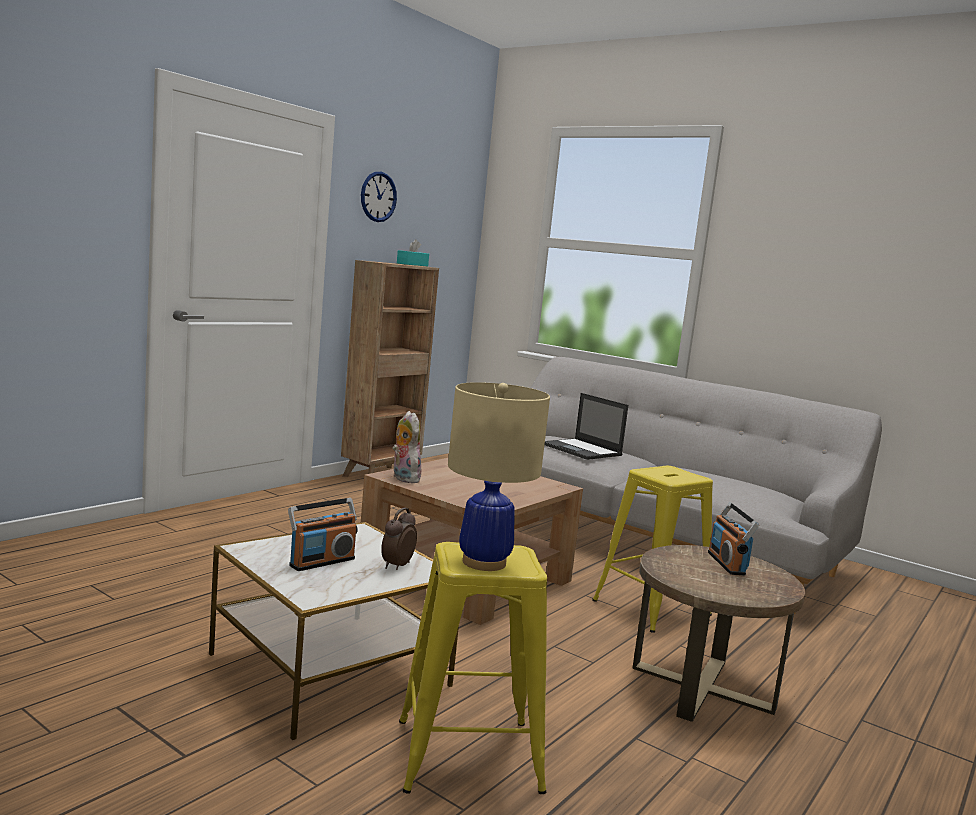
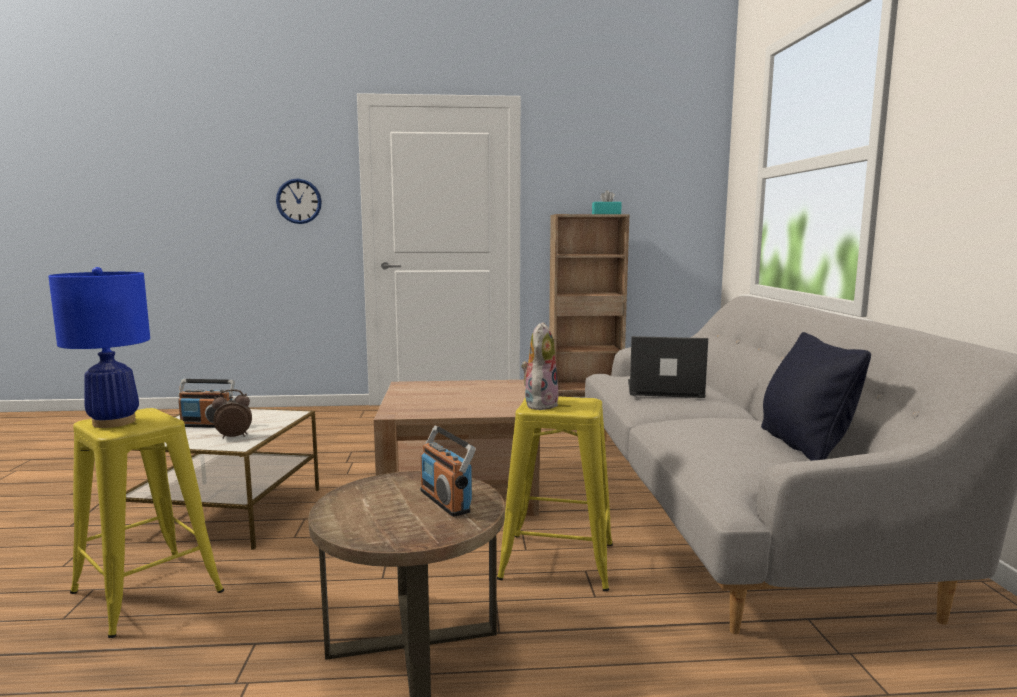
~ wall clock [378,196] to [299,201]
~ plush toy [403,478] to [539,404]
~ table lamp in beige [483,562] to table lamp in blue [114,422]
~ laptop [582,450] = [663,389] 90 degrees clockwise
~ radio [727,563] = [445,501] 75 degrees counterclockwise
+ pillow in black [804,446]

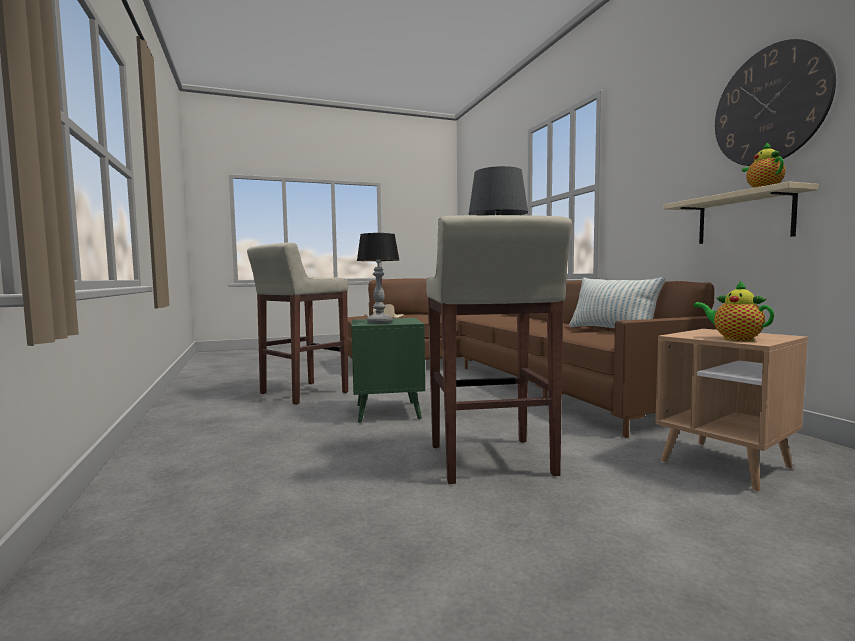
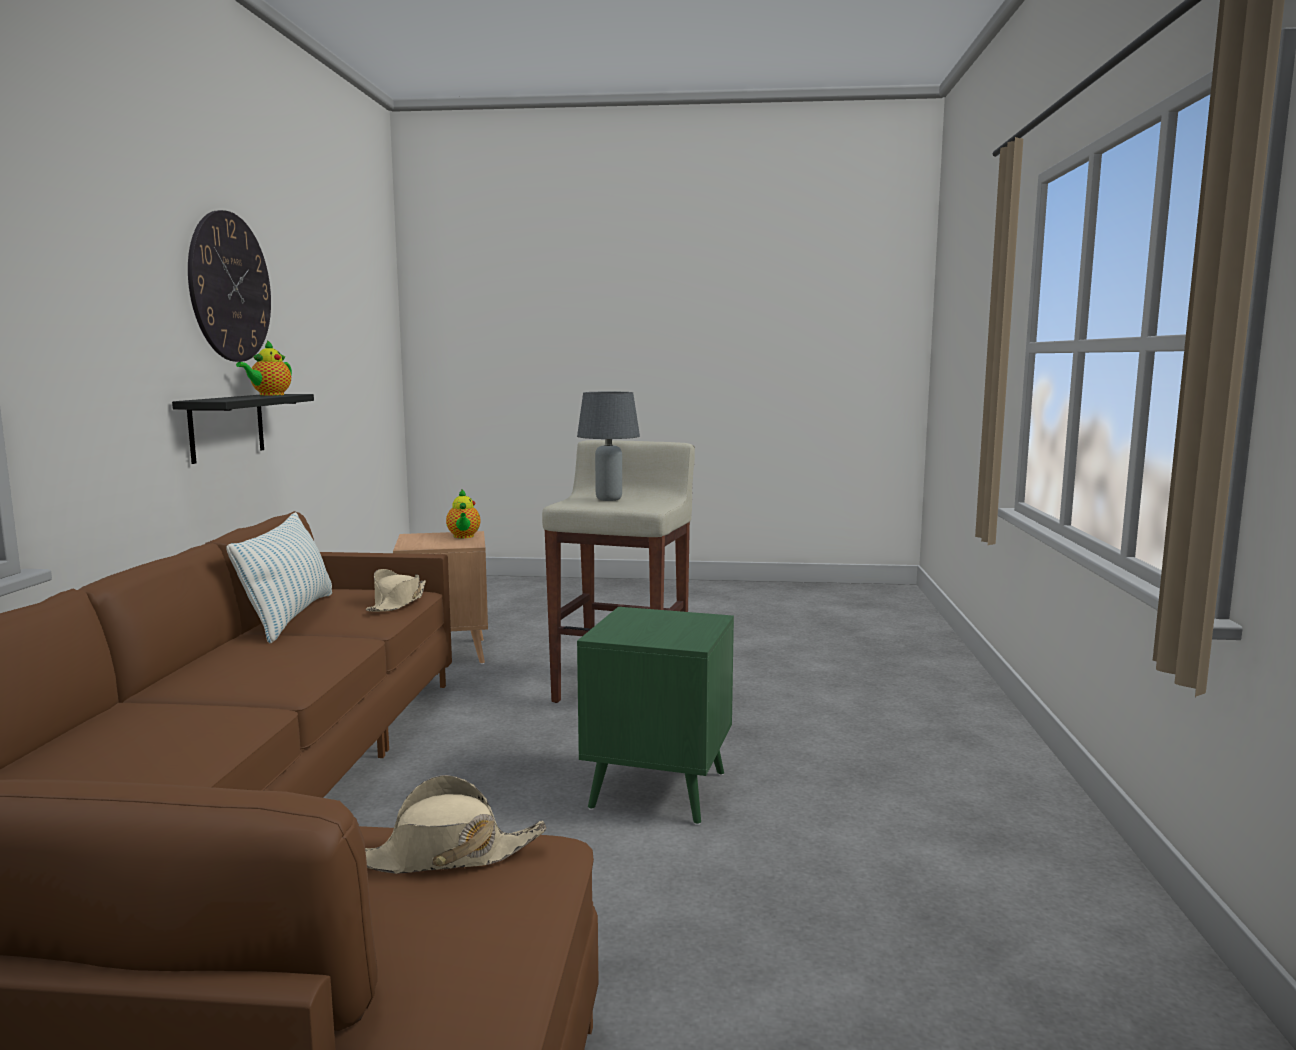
- stool in beige [302,393]
- table lamp [380,322]
~ shelf in beige [744,218] to shelf in black [227,427]
+ hat in beige [397,603]

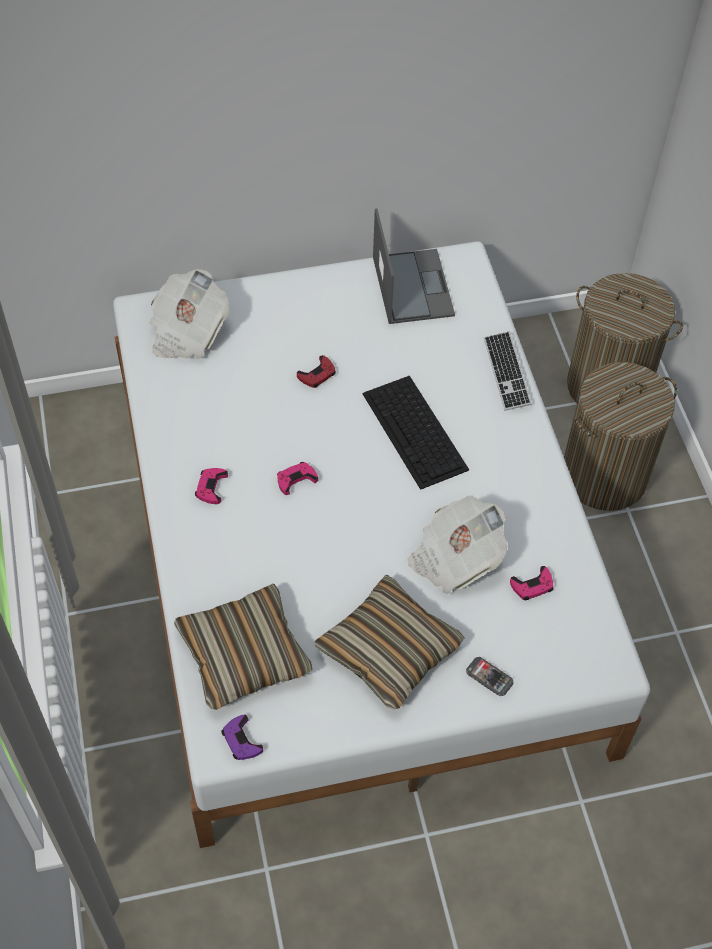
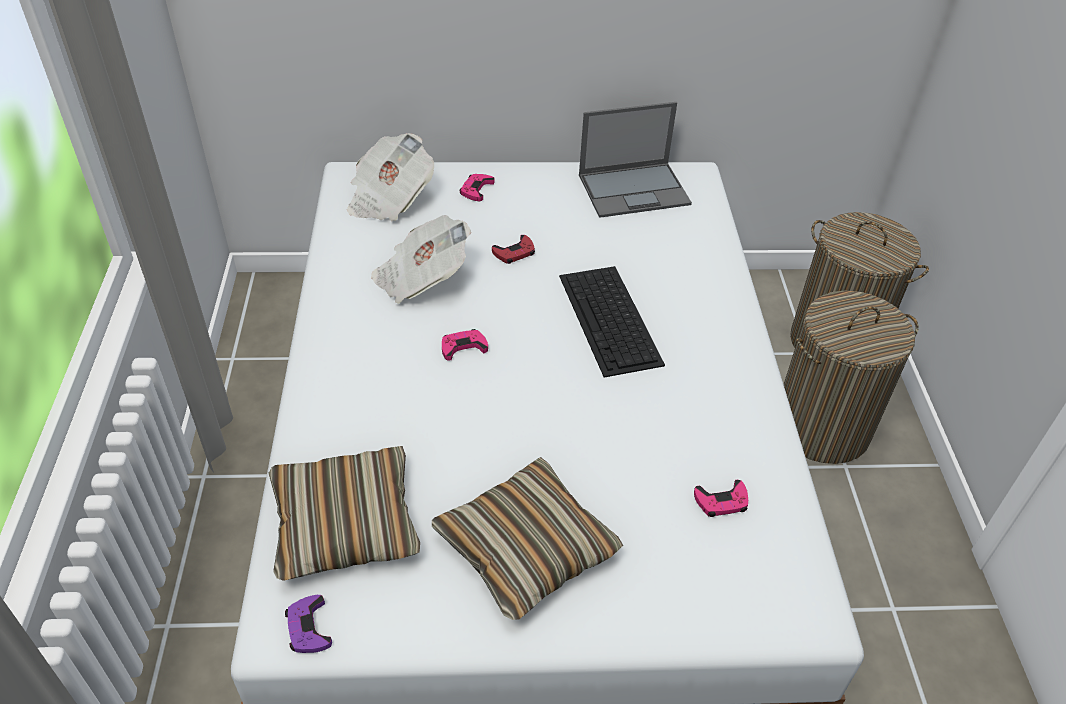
~ game controller in pink [211,487] to [476,189]
~ laptop [412,286] = [635,189] 75 degrees clockwise
~ newspaper [455,557] to [421,278]
- phone [489,677]
- keyboard [506,372]

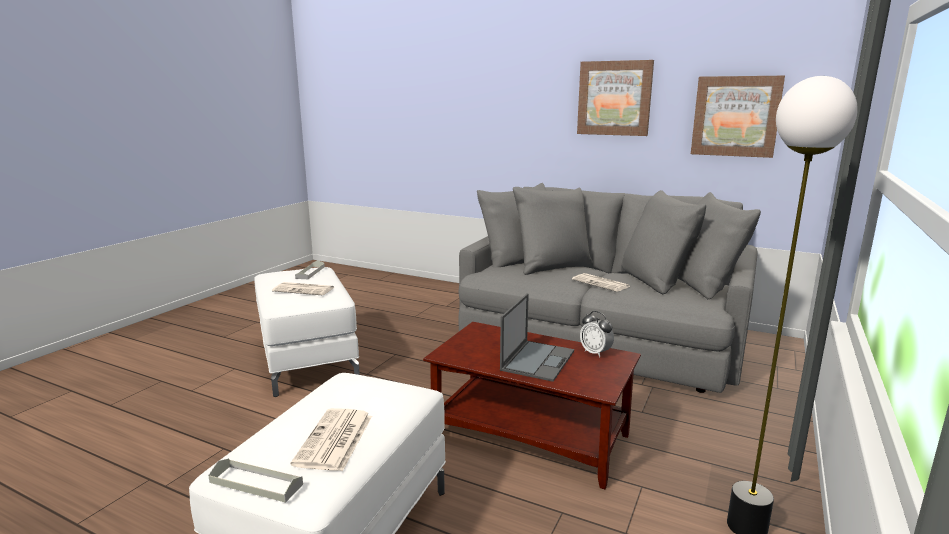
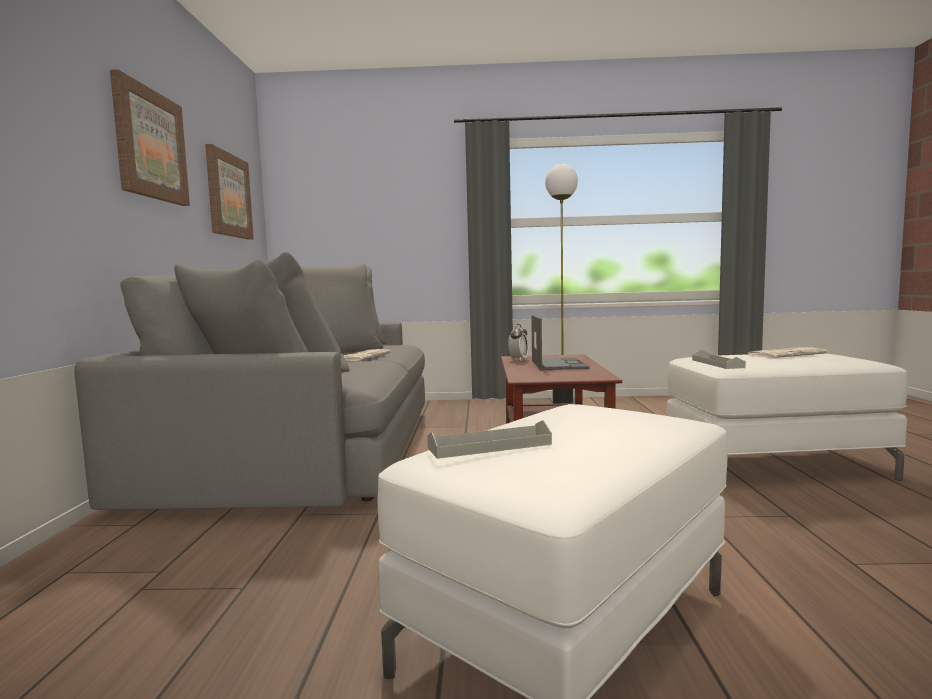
~ tray in grey [256,483] to [717,363]
- newspaper [305,289]
~ laptop [538,360] = [558,364] 90 degrees clockwise

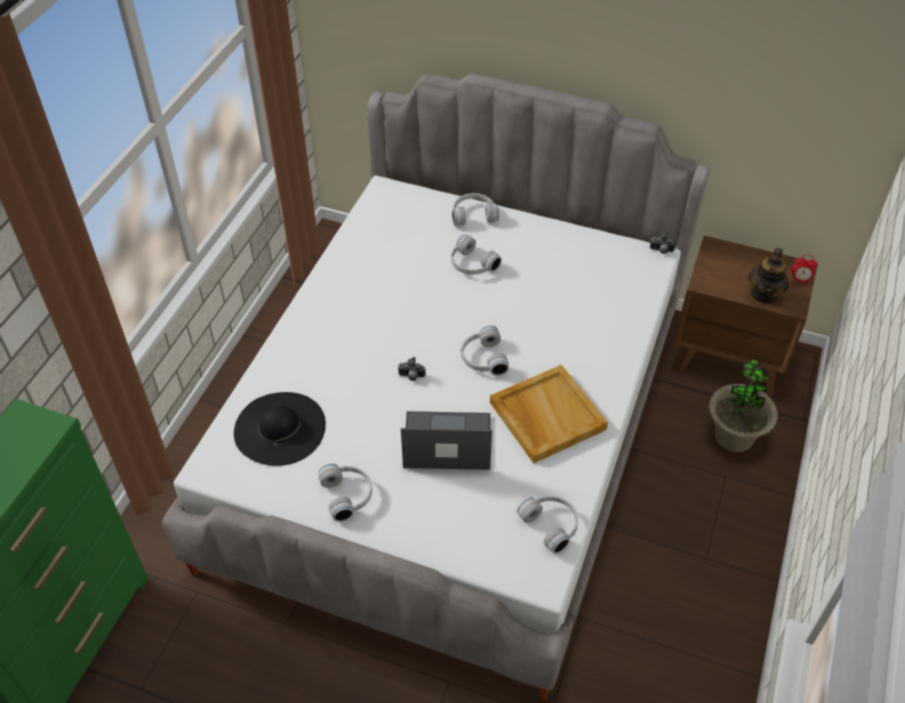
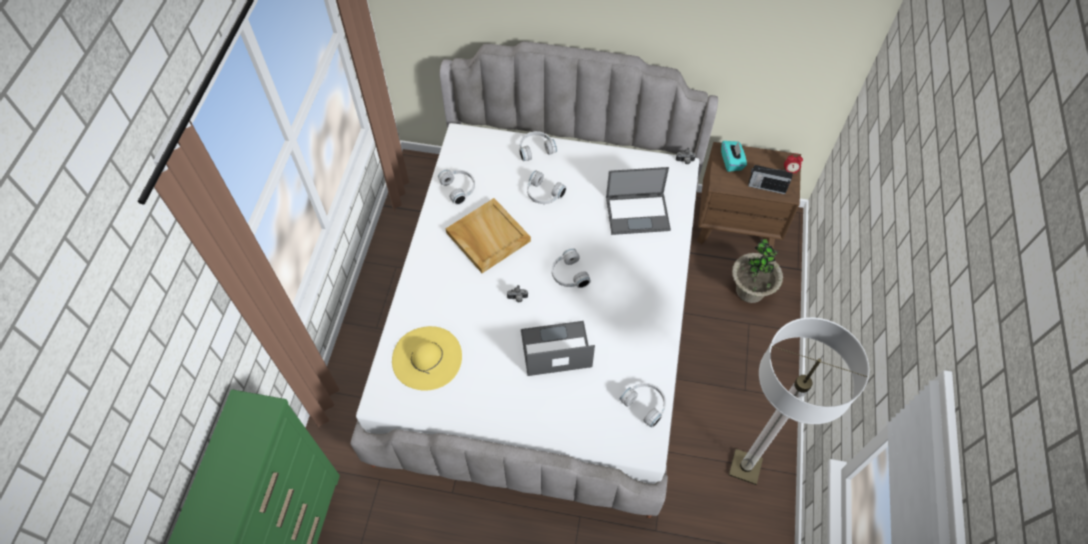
~ hat in black [280,428] to hat in yellow [427,358]
~ headphones in white [348,495] to [459,188]
~ tray in beige [546,415] to [487,237]
~ teapot [764,294] to radio [766,187]
+ laptop [638,213]
+ tissue box in turquoise [731,162]
+ floor lamp [745,467]

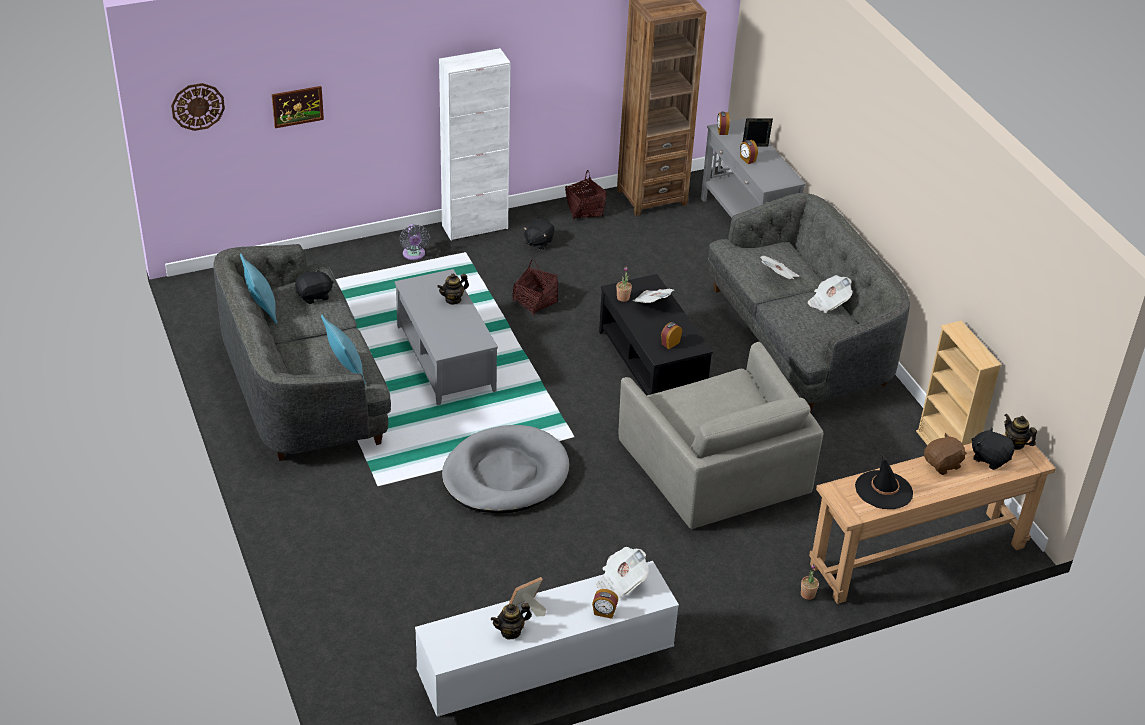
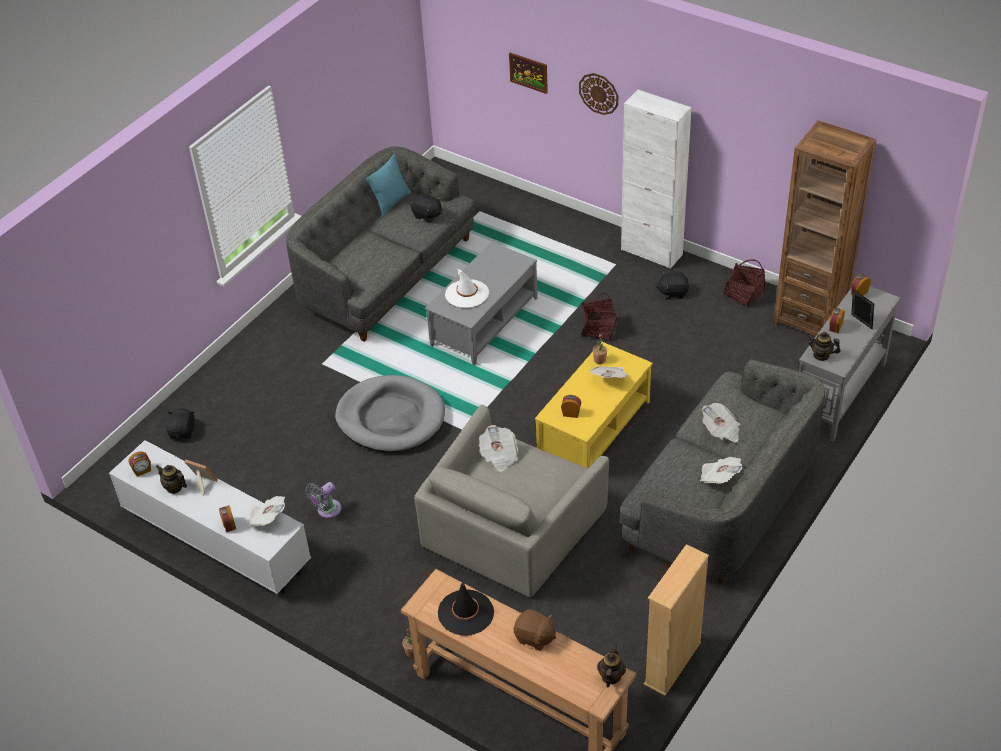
~ wall clock [197,106] to [599,93]
- pillow in turquoise [346,370]
~ fan in grey [414,255] to [327,510]
~ teapot [453,299] to [821,355]
~ coffee table in black [652,363] to coffee table in yellow [595,429]
~ plush toy in black [990,458] to [183,431]
+ alarm clock [142,471]
+ hat in white [467,294]
+ newspaper [499,456]

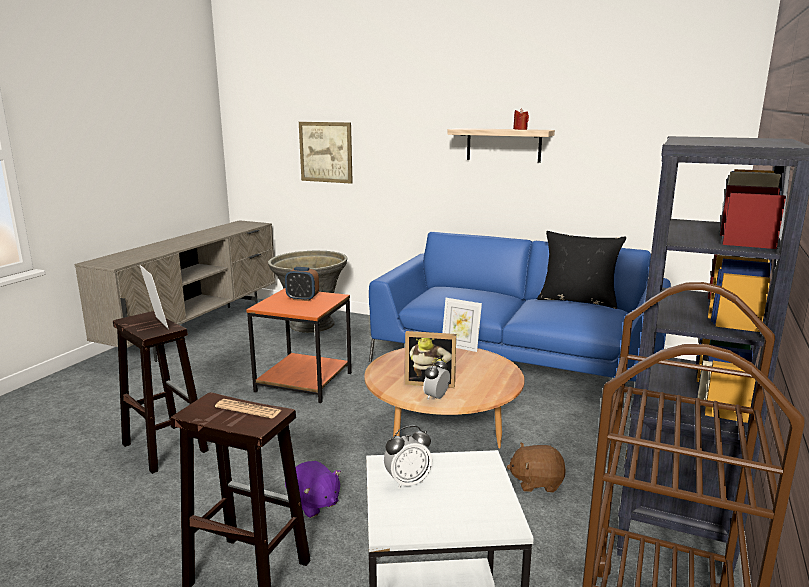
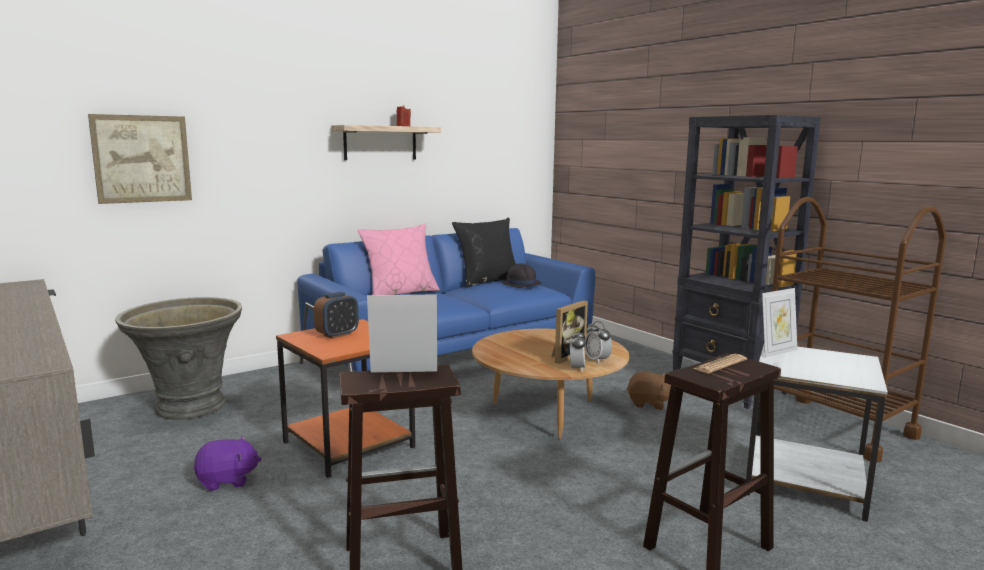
~ plush toy in purple [313,504] to [227,480]
~ alarm clock [407,482] to [576,369]
~ picture frame [460,347] to [776,352]
~ plush toy in brown [536,482] = [649,404] 105 degrees counterclockwise
+ pillow in pink [400,293]
+ hat in black [521,283]

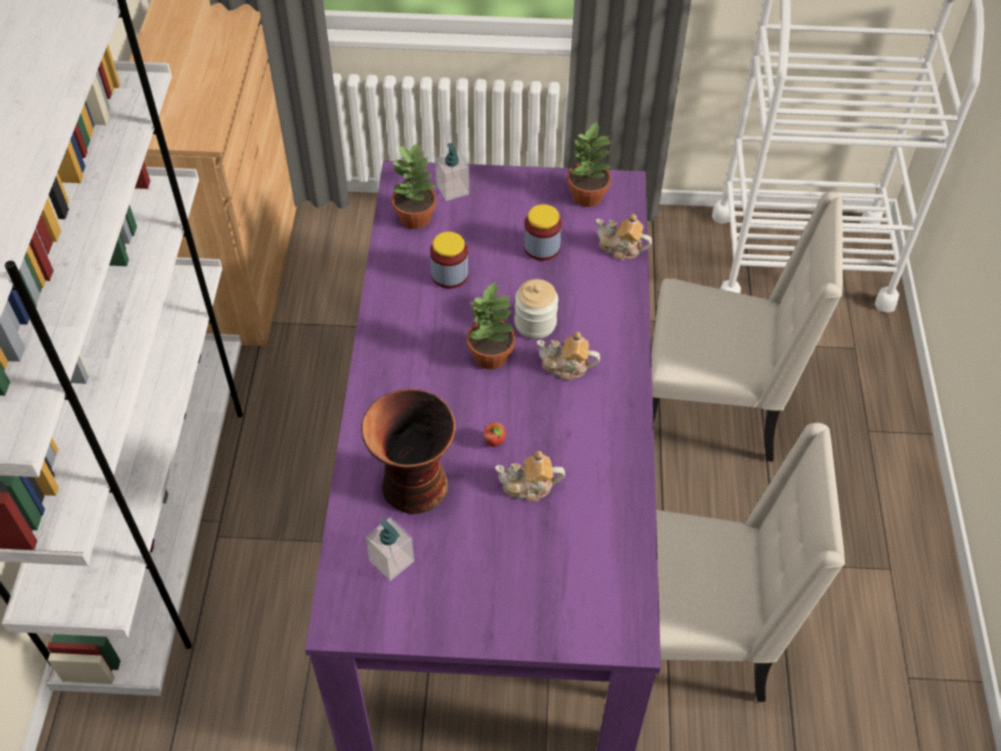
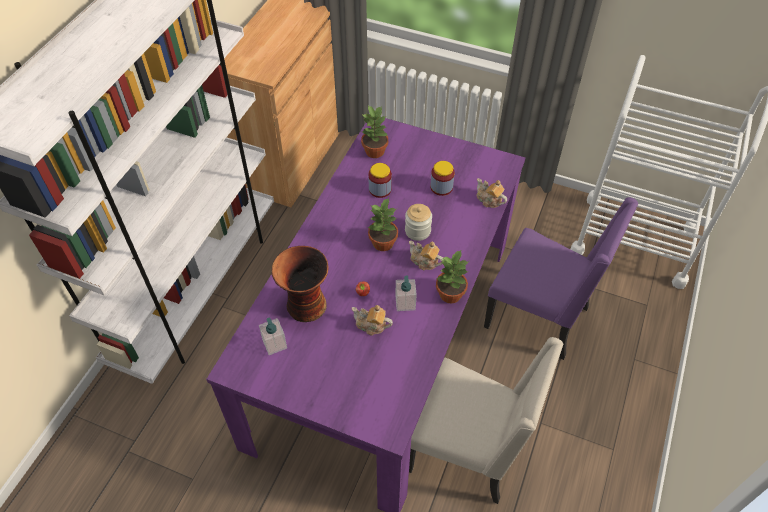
~ soap dispenser [453,189] to [405,303]
~ potted plant [586,196] to [449,294]
~ chair in beige [714,409] to chair in purple [539,317]

